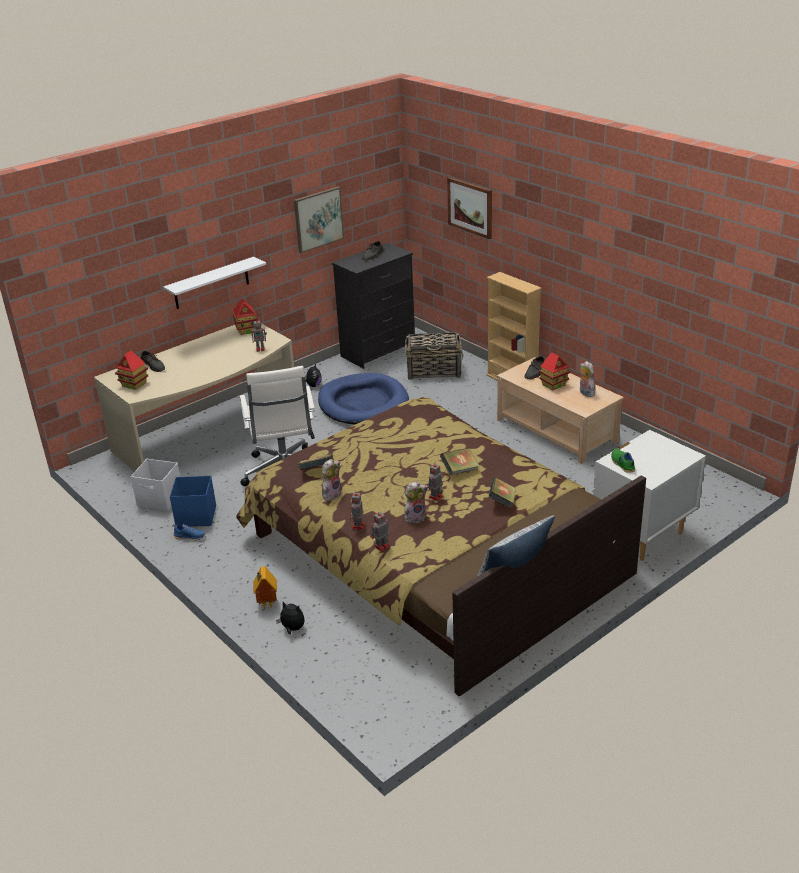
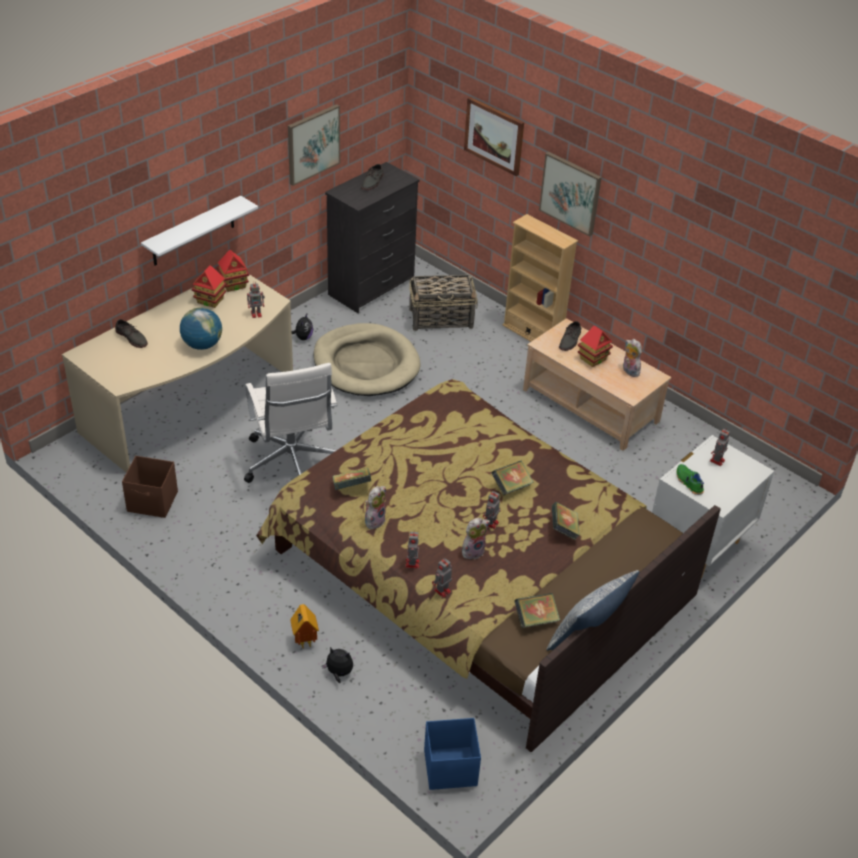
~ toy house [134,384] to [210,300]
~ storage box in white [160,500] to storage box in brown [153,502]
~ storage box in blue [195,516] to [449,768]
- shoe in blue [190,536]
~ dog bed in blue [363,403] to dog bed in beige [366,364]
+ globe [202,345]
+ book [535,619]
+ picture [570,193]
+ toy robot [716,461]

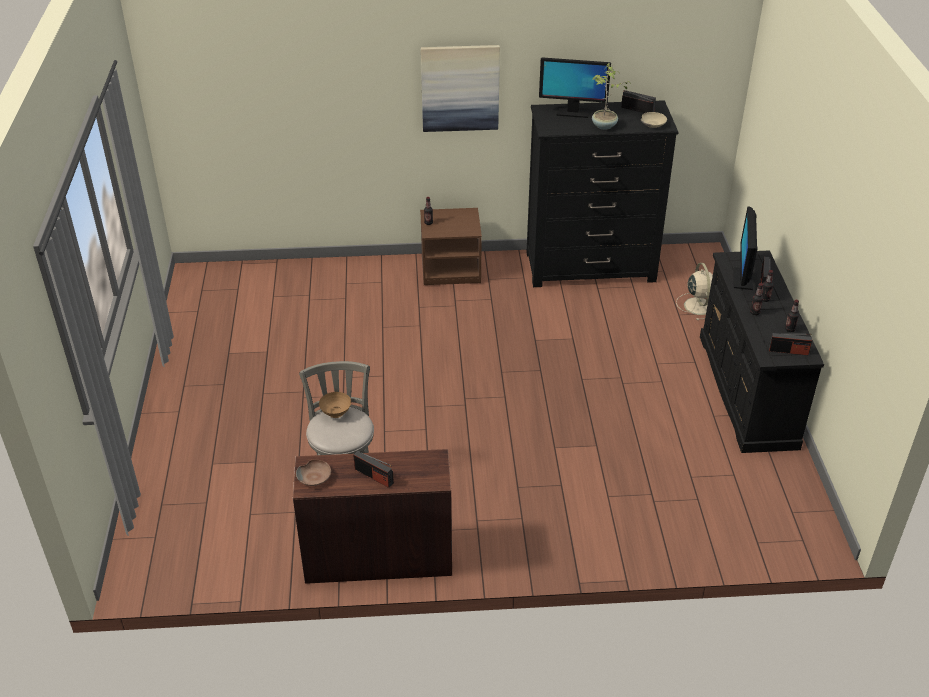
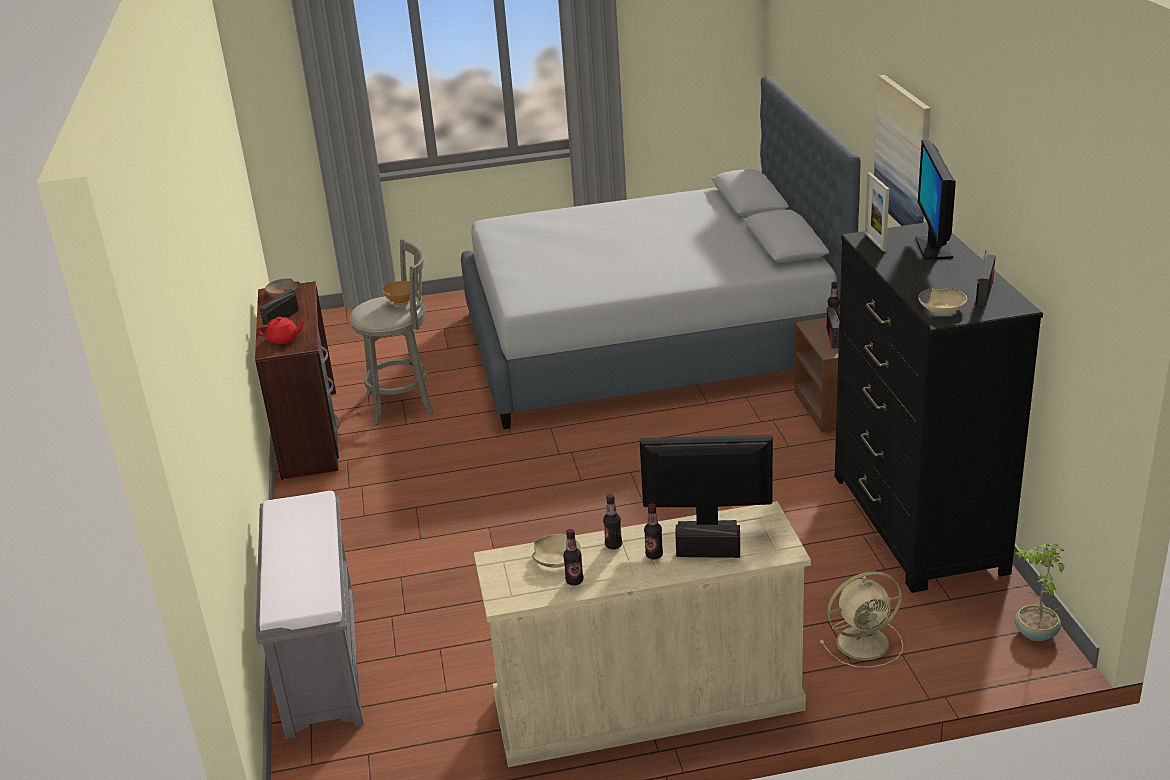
~ potted plant [604,126] to [1035,633]
~ dresser in black [747,391] to dresser in beige [645,705]
~ radio [788,351] to [833,337]
+ bench in grey [320,662]
+ teapot in red [283,339]
+ bed in grey [649,342]
+ bowl in beige [557,557]
+ picture frame [875,242]

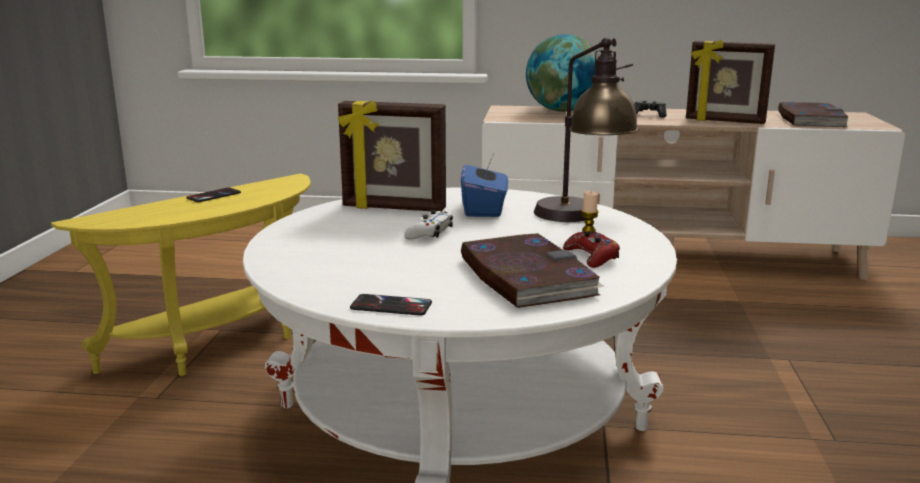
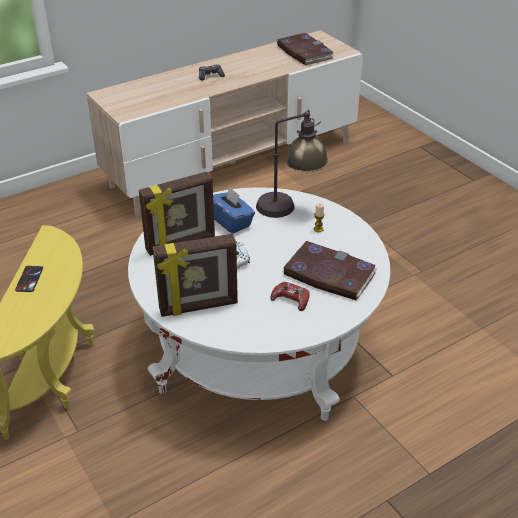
- phone [391,306]
- globe [562,111]
~ game controller in red [591,257] to [291,299]
~ picture frame [724,121] to [198,307]

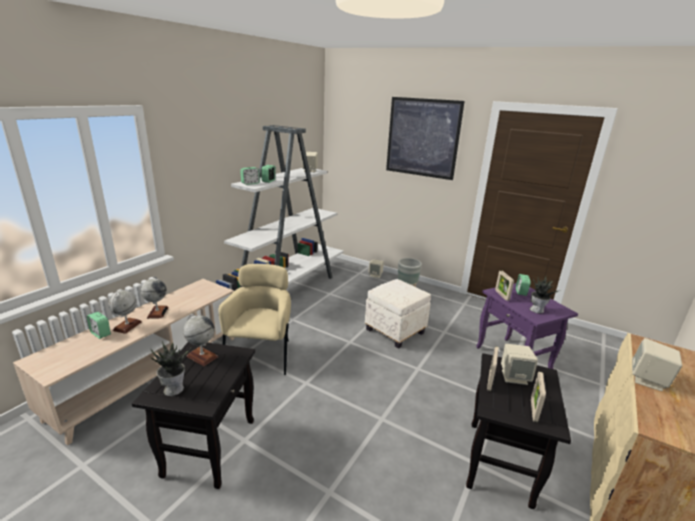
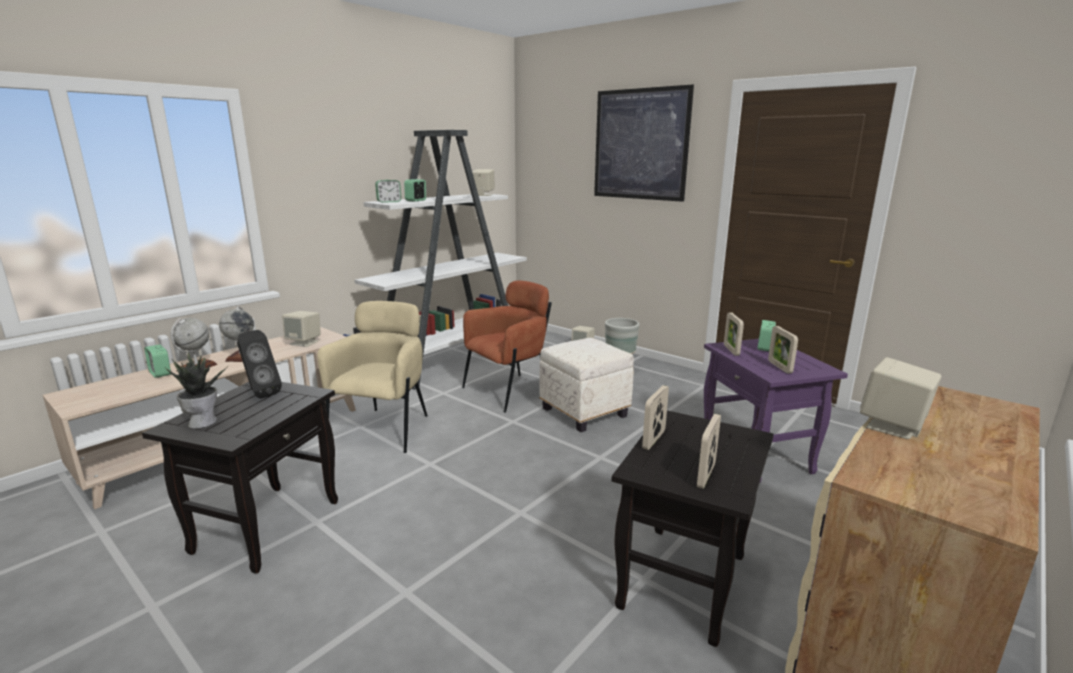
~ globe [202,356] to speaker in black [260,394]
~ speaker in beige [514,377] to [304,342]
~ potted plant [537,310] to picture frame [779,367]
+ armchair in brown [509,391]

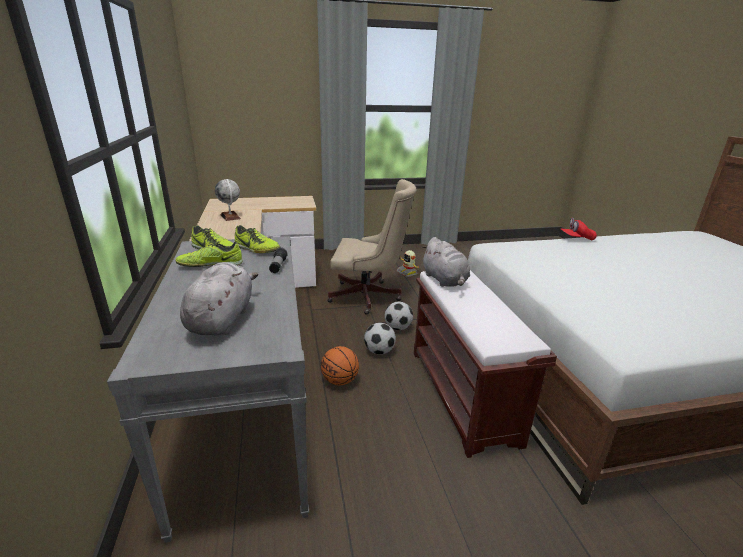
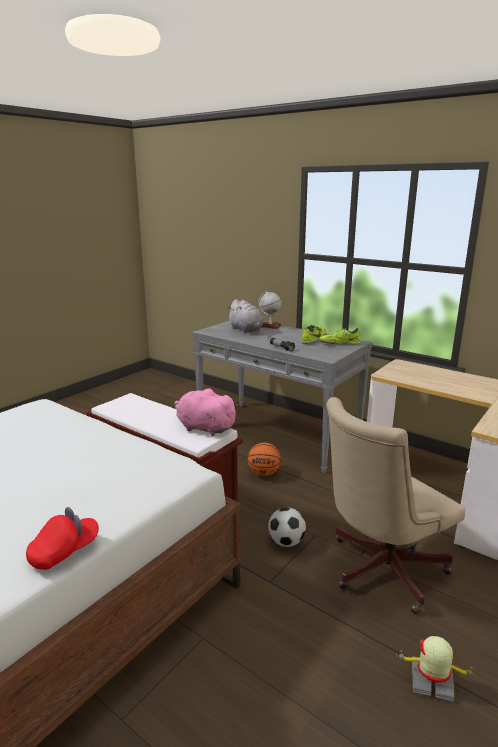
~ globe [230,217] to [270,326]
- shoe [256,249]
- football [379,351]
~ plush toy in grey [445,280] to plush toy in pink [204,428]

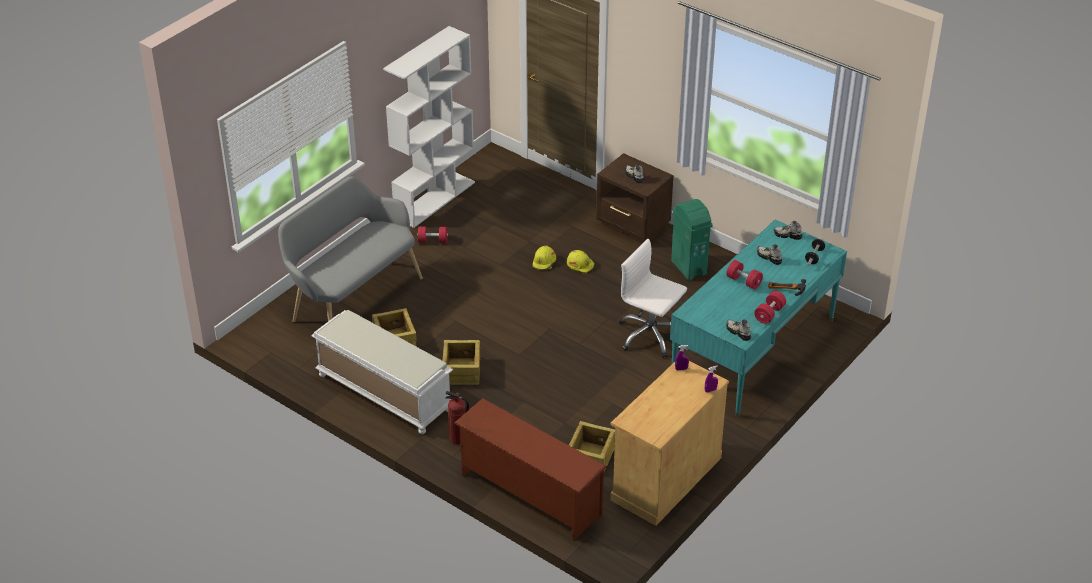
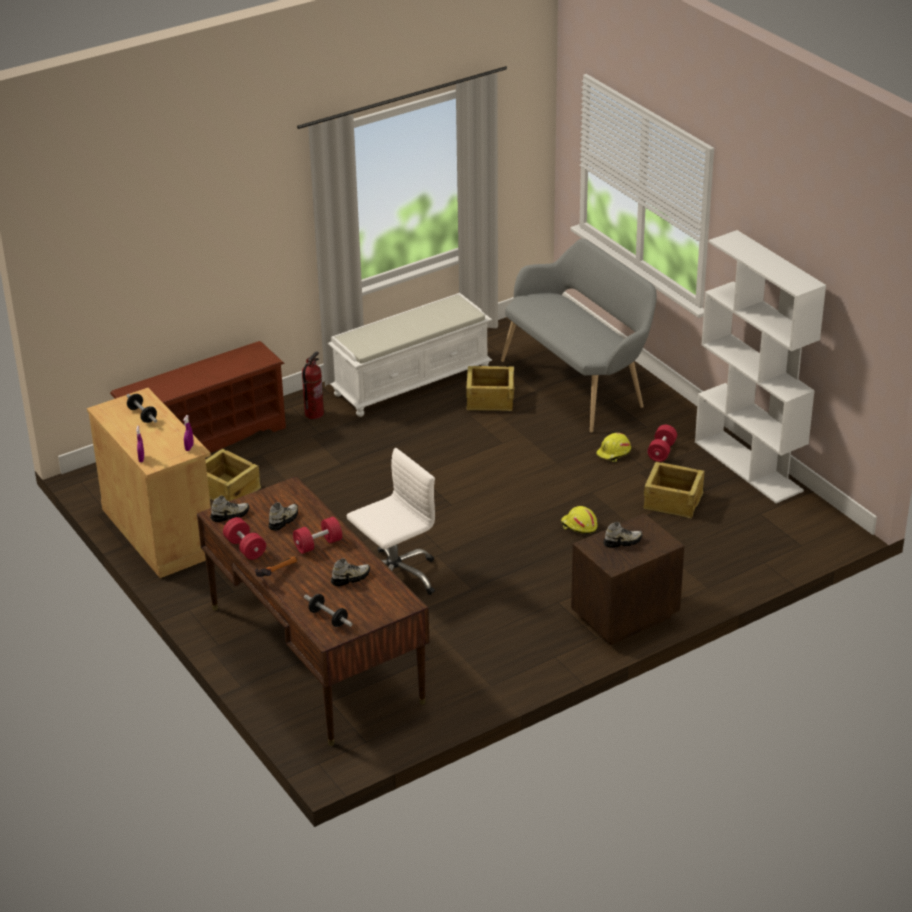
~ crate [461,371] to [672,501]
~ hard hat in yellow [580,265] to [614,453]
~ desk in turquoise [753,350] to desk in brown [315,654]
- trash can in green [688,267]
~ shoe [787,235] to [283,520]
+ dumbbell [142,415]

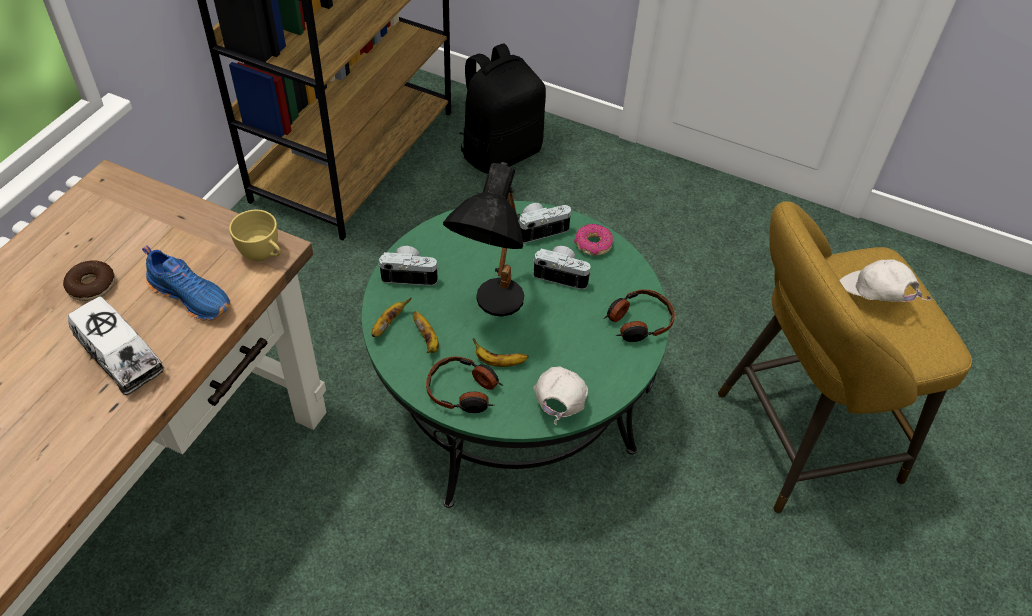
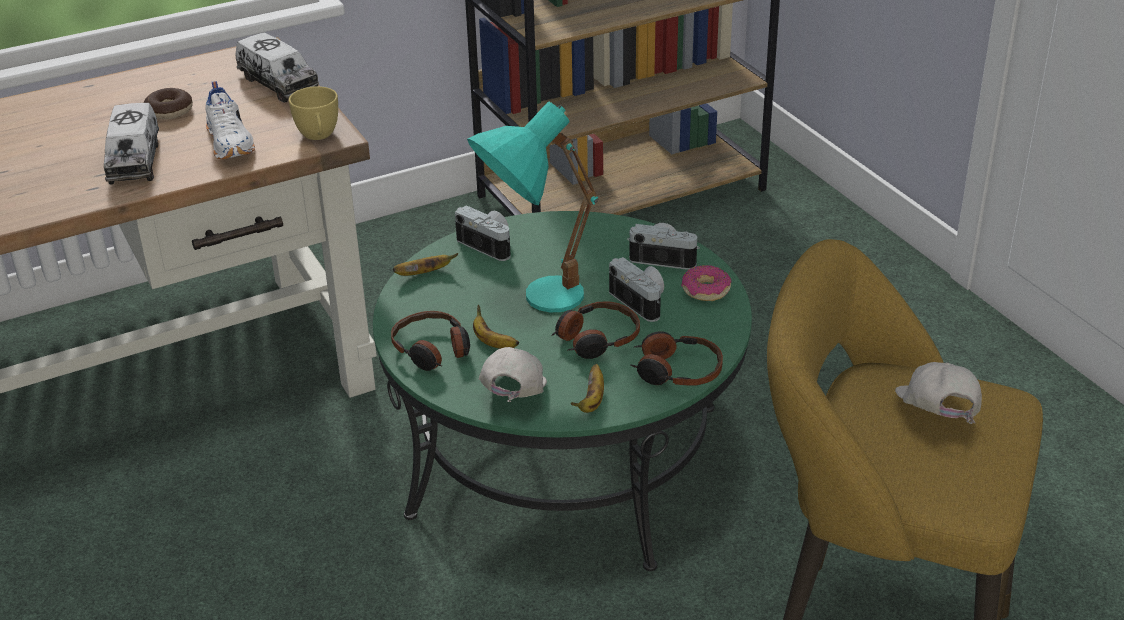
~ shoe in blue [192,296] to shoe in white [231,143]
~ banana [427,339] to [592,401]
~ table lamp in black [491,310] to table lamp in turquoise [534,301]
- backpack in black [500,152]
~ cap in white [558,403] = [512,398] 45 degrees counterclockwise
+ toy truck [278,83]
+ headphones [596,339]

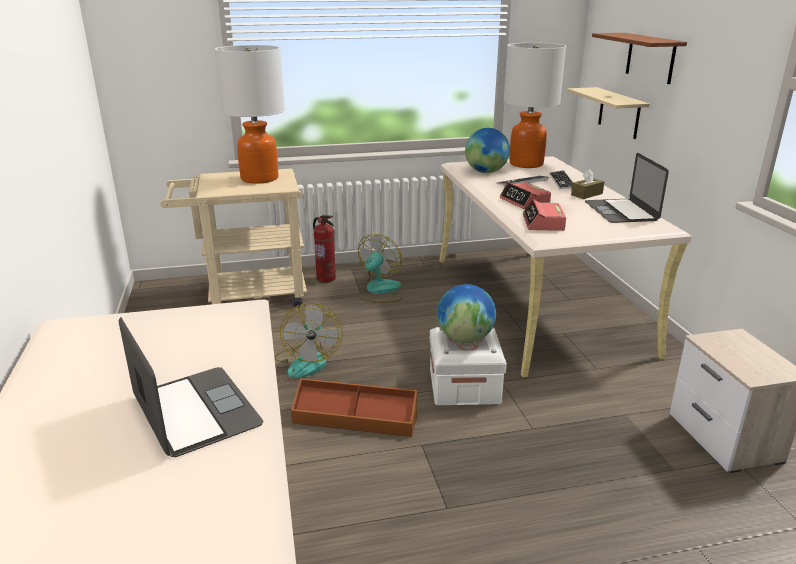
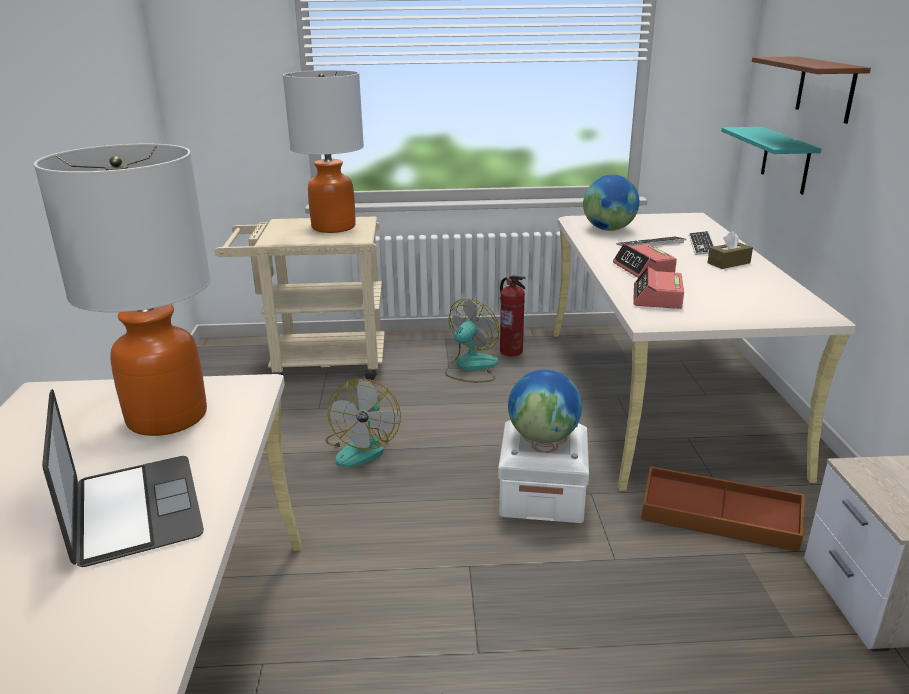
~ storage box in brown [355,418] to [718,521]
~ fire extinguisher [326,278] to [511,351]
~ table lamp [526,164] to [167,417]
~ shelf in beige [619,113] to shelf in turquoise [785,160]
- laptop [621,211]

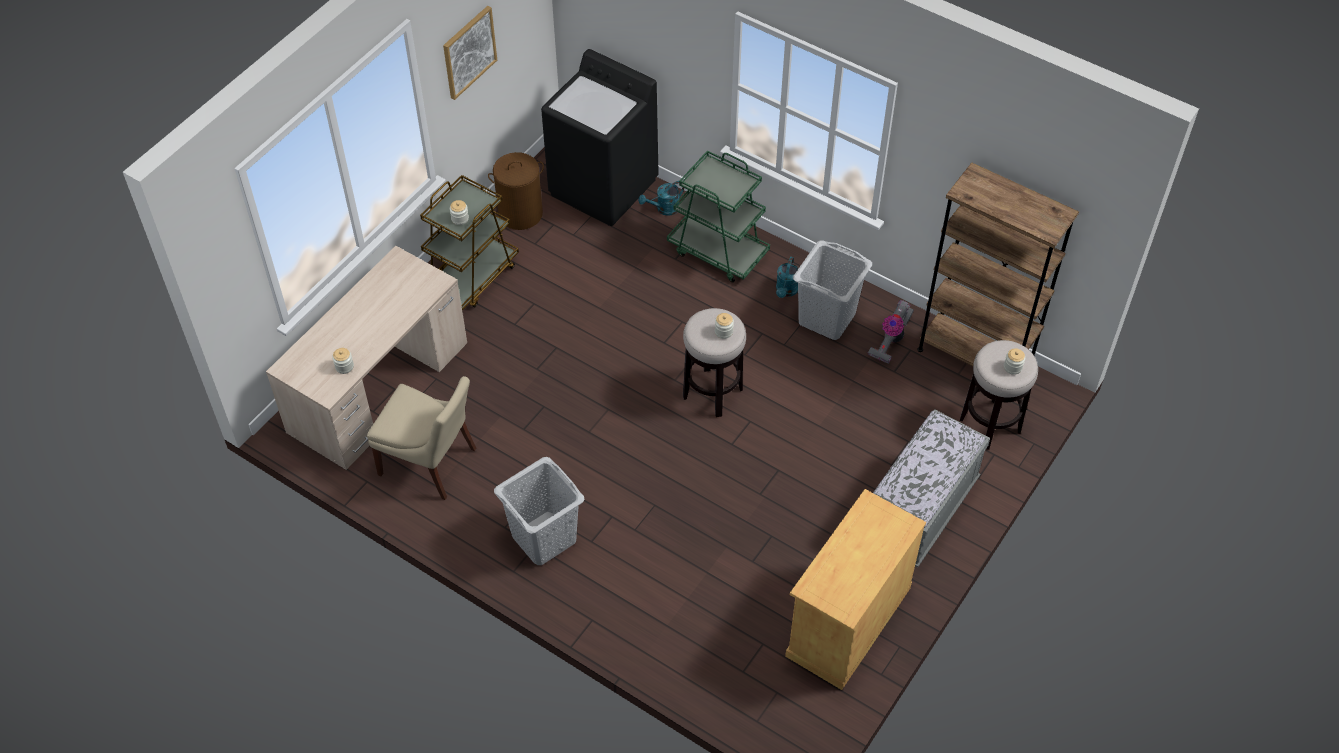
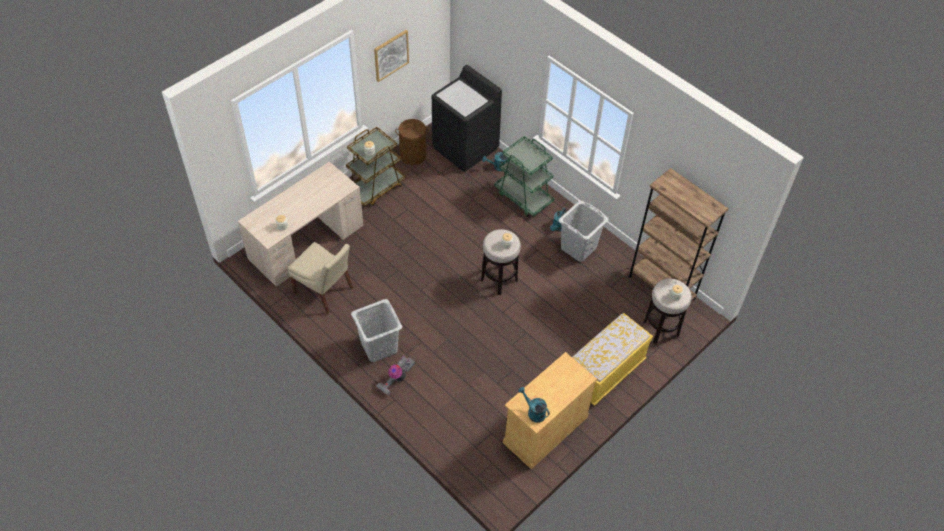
~ vacuum cleaner [890,340] to [396,379]
~ bench in grey [921,511] to bench in yellow [606,372]
+ watering can in turquoise [533,412]

